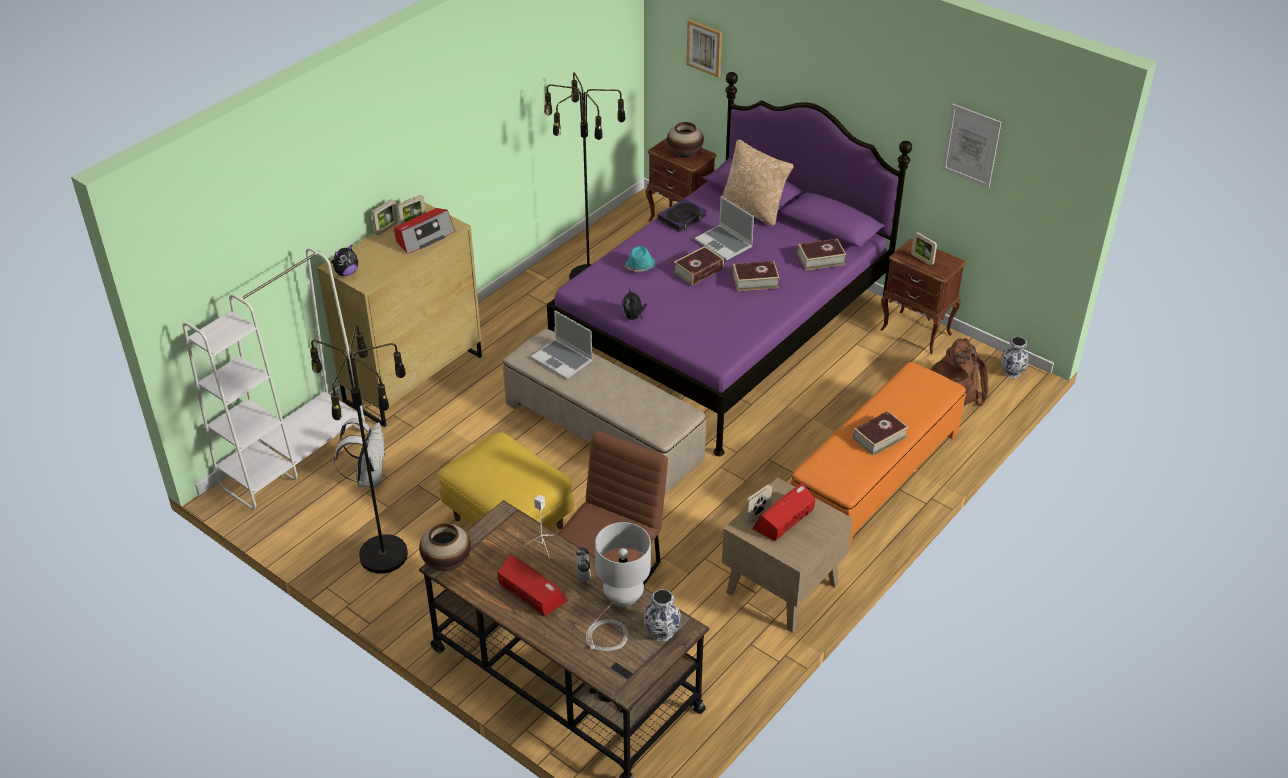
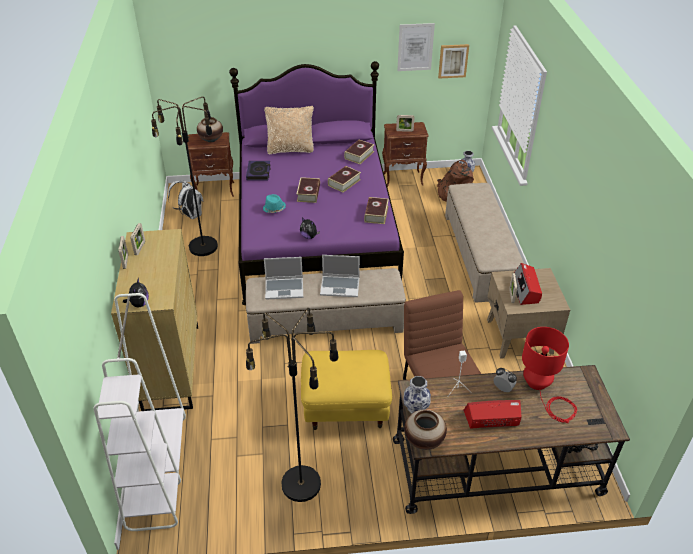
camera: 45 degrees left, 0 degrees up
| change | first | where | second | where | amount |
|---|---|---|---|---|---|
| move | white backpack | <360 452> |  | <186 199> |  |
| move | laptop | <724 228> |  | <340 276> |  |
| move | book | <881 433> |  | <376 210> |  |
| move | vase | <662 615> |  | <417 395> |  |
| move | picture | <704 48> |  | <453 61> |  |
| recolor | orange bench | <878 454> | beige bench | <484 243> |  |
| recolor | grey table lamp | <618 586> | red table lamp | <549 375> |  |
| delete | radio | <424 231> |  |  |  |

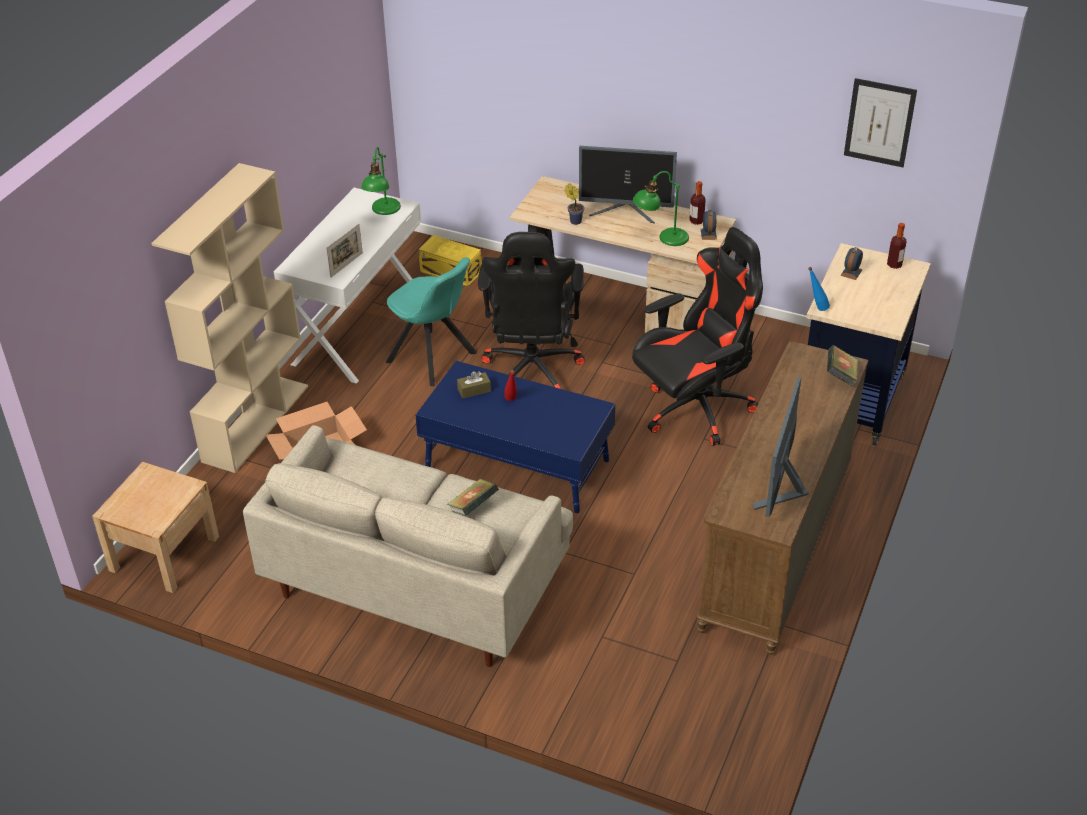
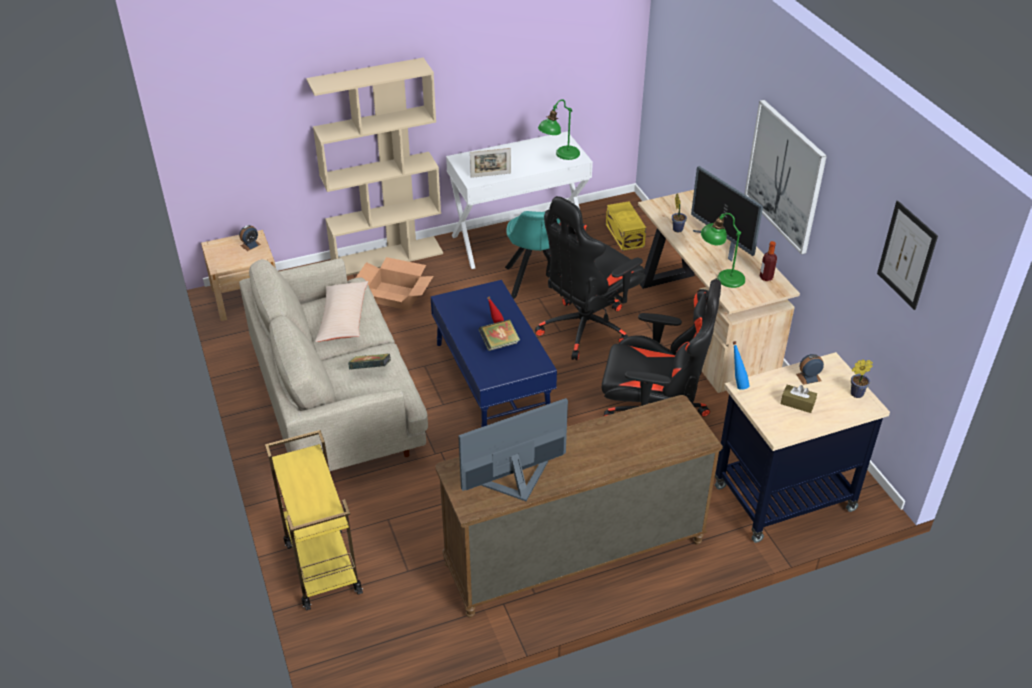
camera: 45 degrees right, 0 degrees up
| change | first | where | second | where | amount |
|---|---|---|---|---|---|
| move | alarm clock | <709 225> |  | <250 238> |  |
| insert |  |  | yellow cart | <314 520> |  |
| insert |  |  | beige pillow | <341 311> |  |
| move | book | <842 366> |  | <499 335> |  |
| insert |  |  | picture | <786 177> |  |
| move | brown tissue box | <474 385> |  | <799 399> |  |
| replace | bottle | <897 246> | potted plant | <862 379> |  |

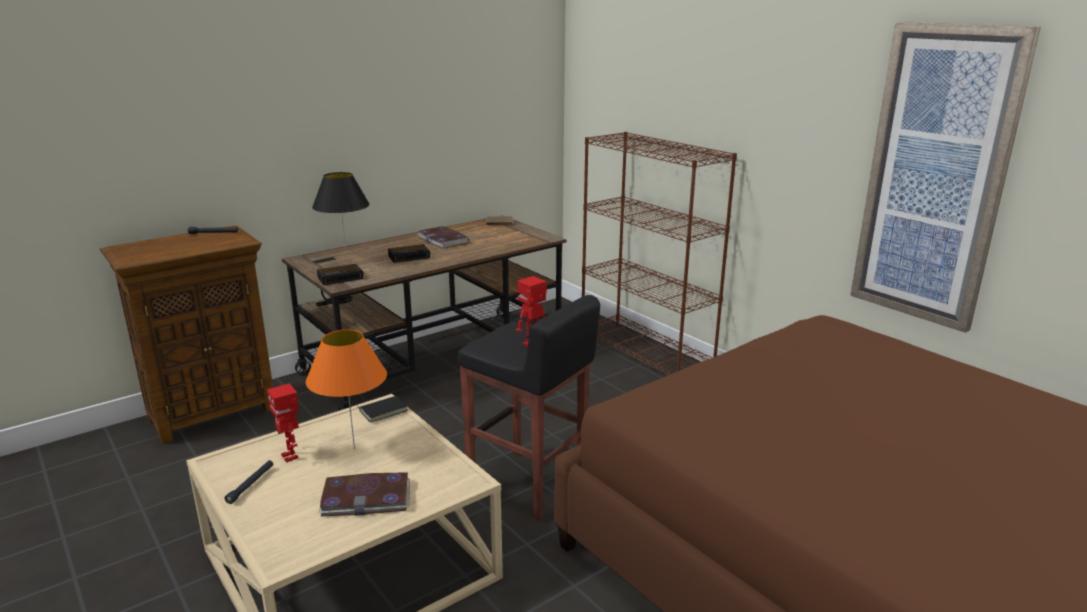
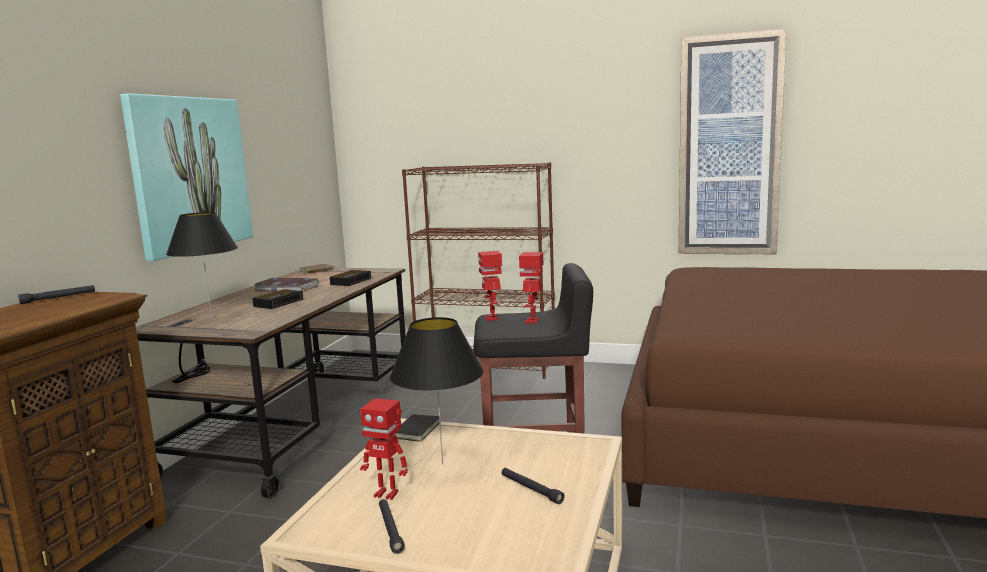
camera: 35 degrees left, 10 degrees down
| change | first | where | second | where | amount |
|---|---|---|---|---|---|
| insert |  |  | picture | <186 177> |  |
| move | alarm clock | <340 274> |  | <350 278> |  |
| recolor | orange table lamp | <346 389> | black table lamp | <437 390> |  |
| insert |  |  | toy robot | <490 286> |  |
| replace | book | <364 494> | black flashlight | <533 486> |  |

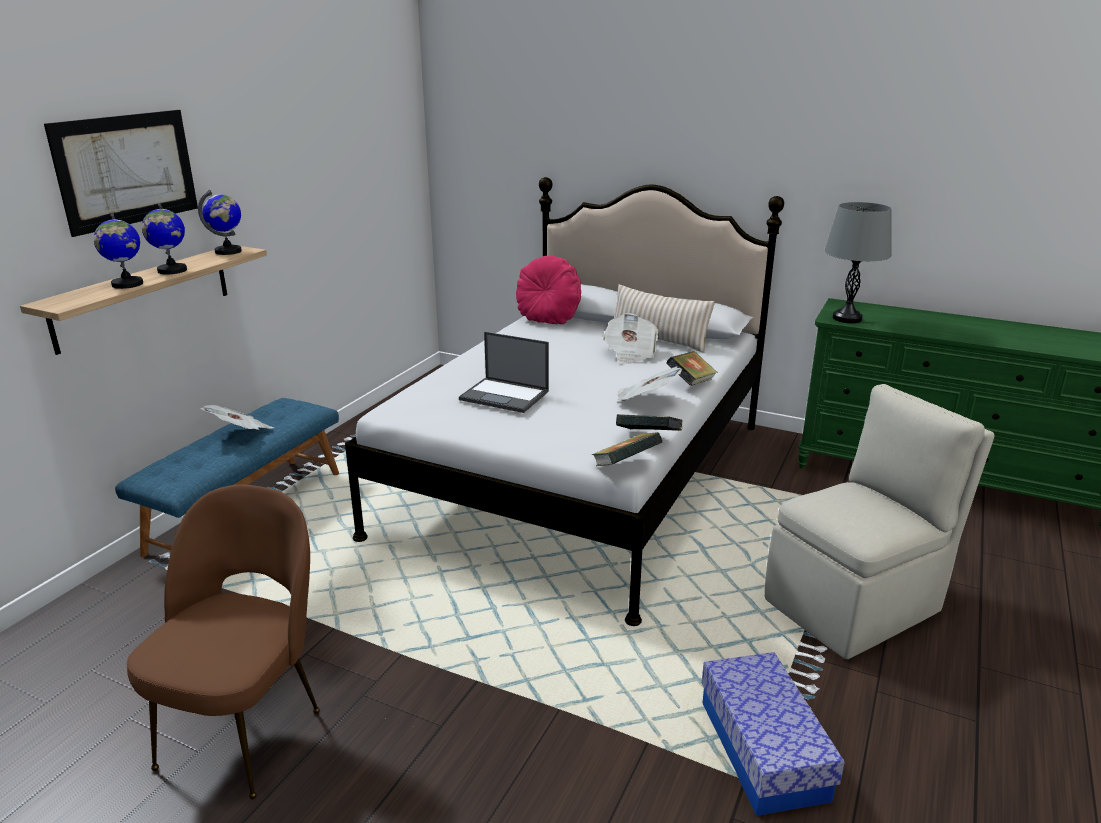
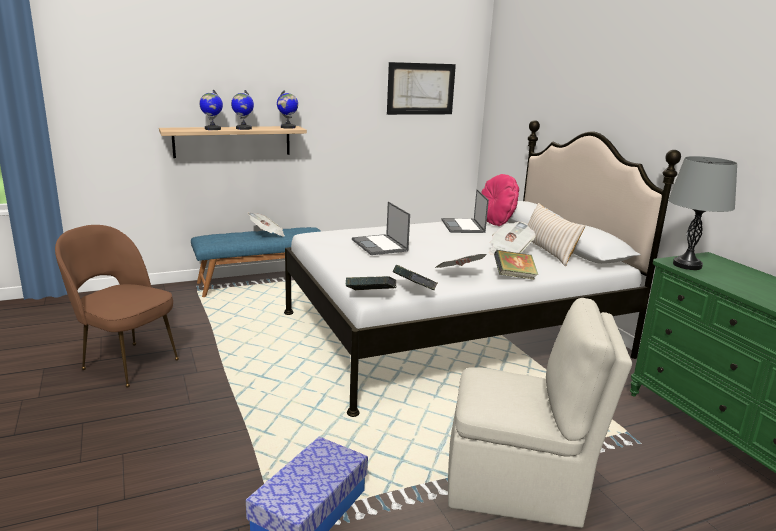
camera: 40 degrees right, 5 degrees down
| change | first | where | second | where | amount |
|---|---|---|---|---|---|
| rotate | brown chair | <223 641> |  | <117 306> | 120 degrees counterclockwise |
| move | picture | <121 173> |  | <421 88> |  |
| insert |  |  | laptop | <465 211> |  |

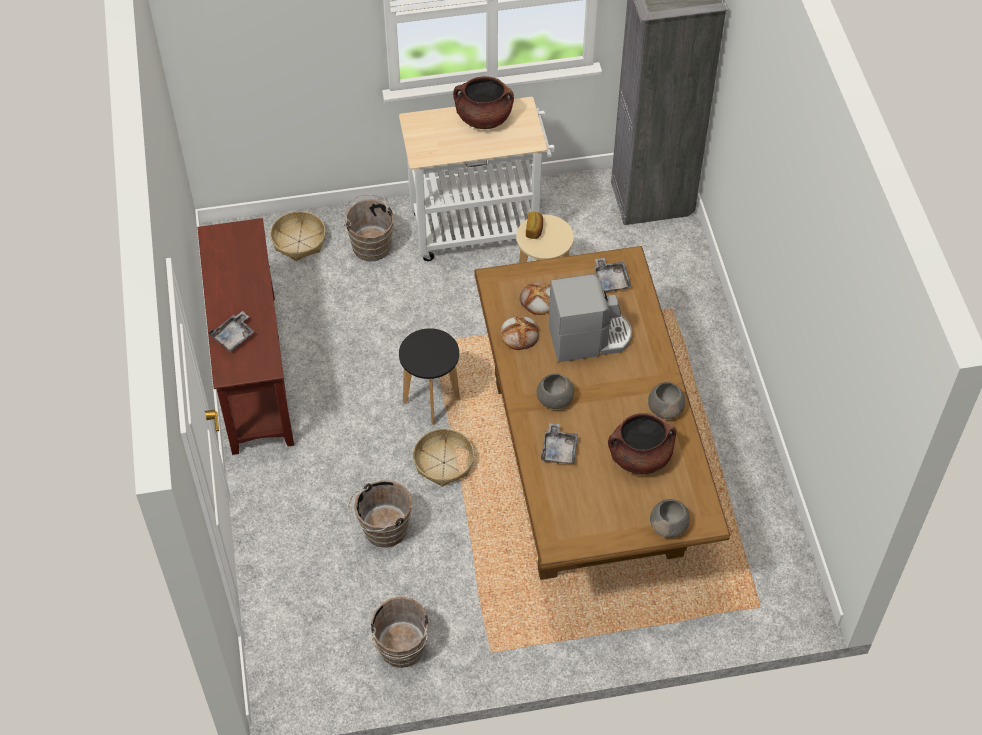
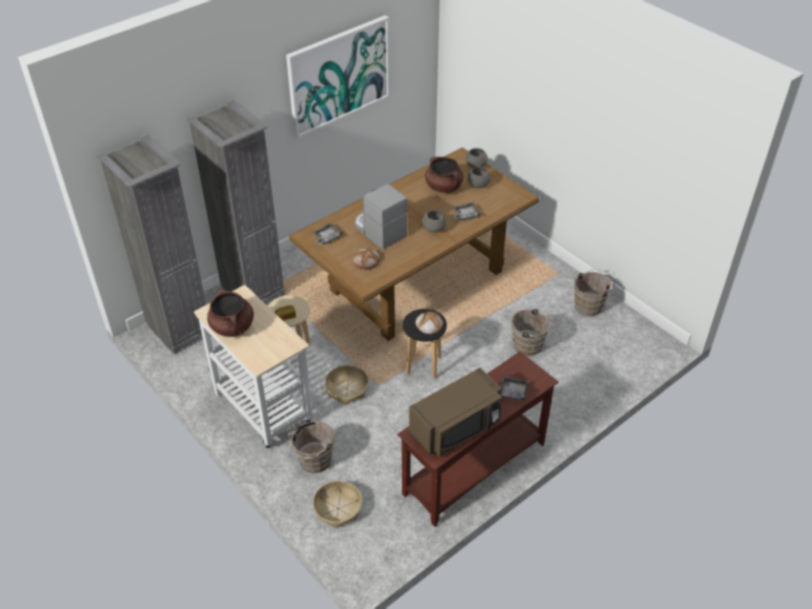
camera: 120 degrees left, 10 degrees down
| change | first | where | second | where | amount |
|---|---|---|---|---|---|
| insert |  |  | grey cabinet | <235 202> |  |
| insert |  |  | picture | <338 77> |  |
| move | basket | <443 457> |  | <347 385> |  |
| insert |  |  | brown microwave | <455 412> |  |
| move | bread | <520 333> |  | <429 323> |  |
| move | grey bowl | <666 400> |  | <479 177> |  |

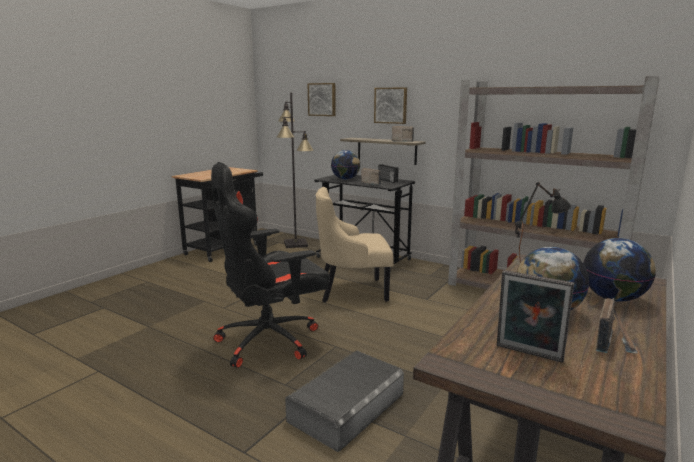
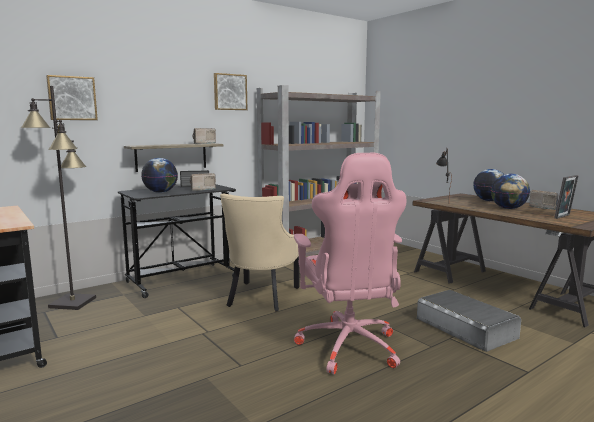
camera: 70 degrees left, 5 degrees down
| change | first | where | second | where | amount |
|---|---|---|---|---|---|
| move | picture | <390 105> |  | <230 91> |  |
| recolor | black office chair | <270 265> | pink office chair | <350 264> |  |

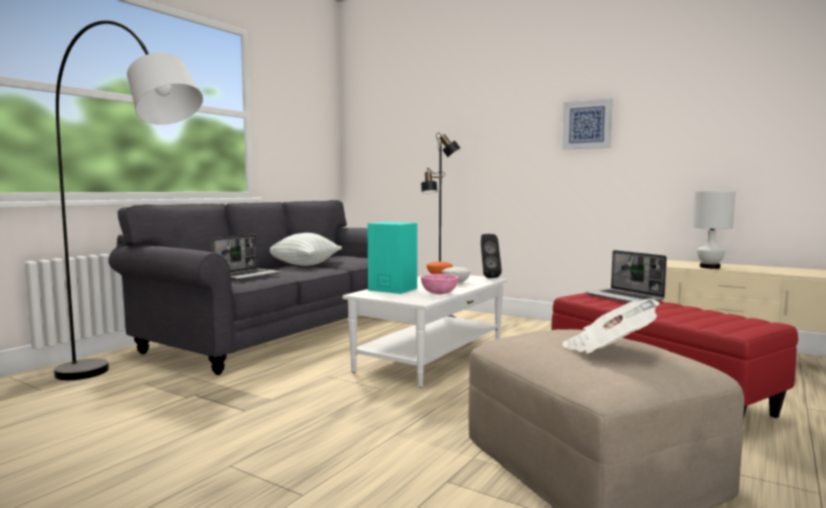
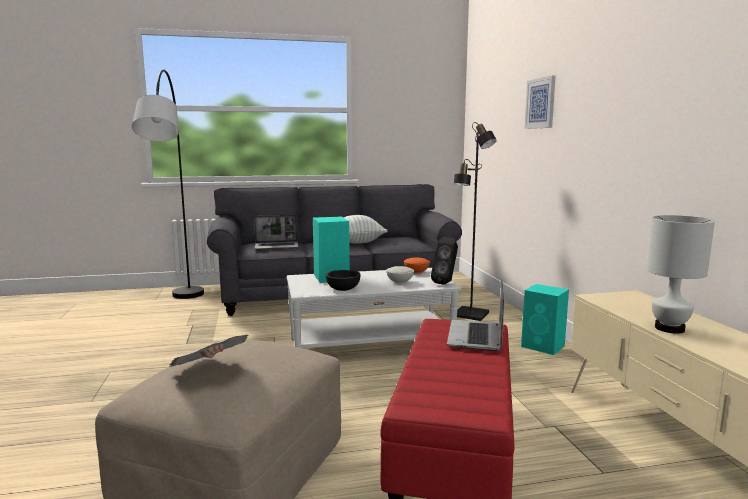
camera: 45 degrees right, 5 degrees up
| change | first | where | second | where | amount |
|---|---|---|---|---|---|
| recolor | pink bowl | <439 284> | black bowl | <343 280> |  |
| insert |  |  | turquoise speaker | <545 319> |  |
| move | picture | <587 124> |  | <540 102> |  |

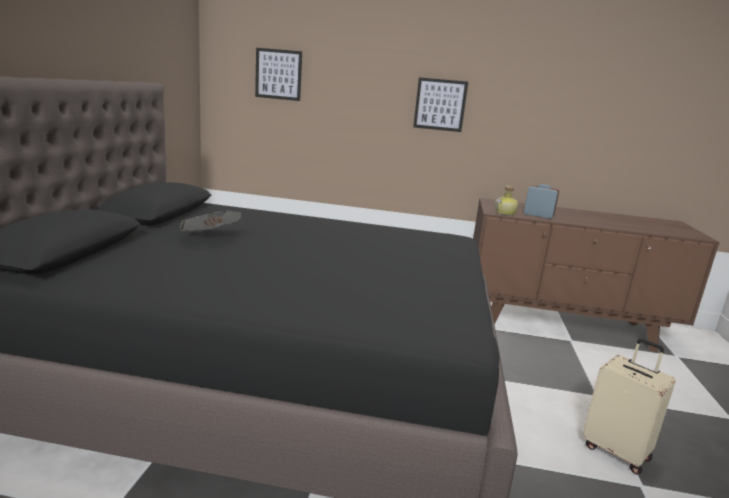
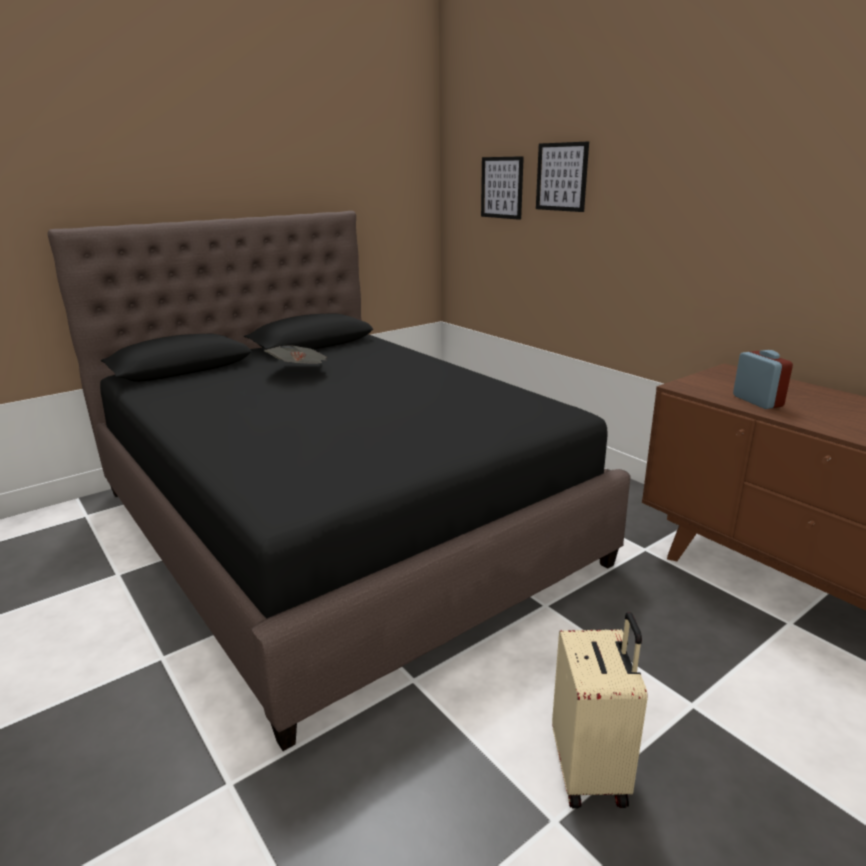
camera: 45 degrees right, 5 degrees up
| change | first | where | second | where | amount |
|---|---|---|---|---|---|
| move | picture | <440 104> |  | <562 176> |  |
| delete | bottle | <506 200> |  |  |  |

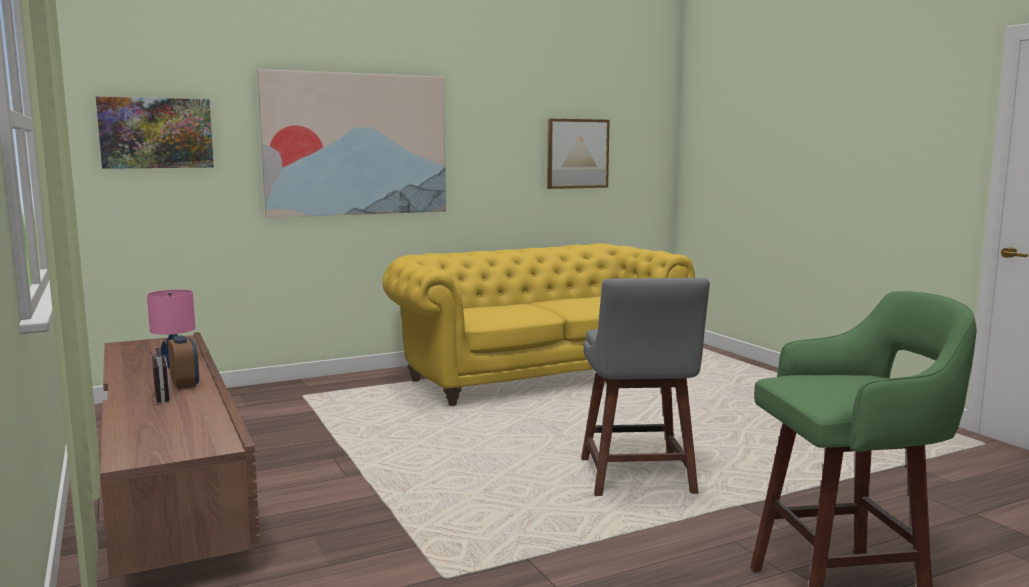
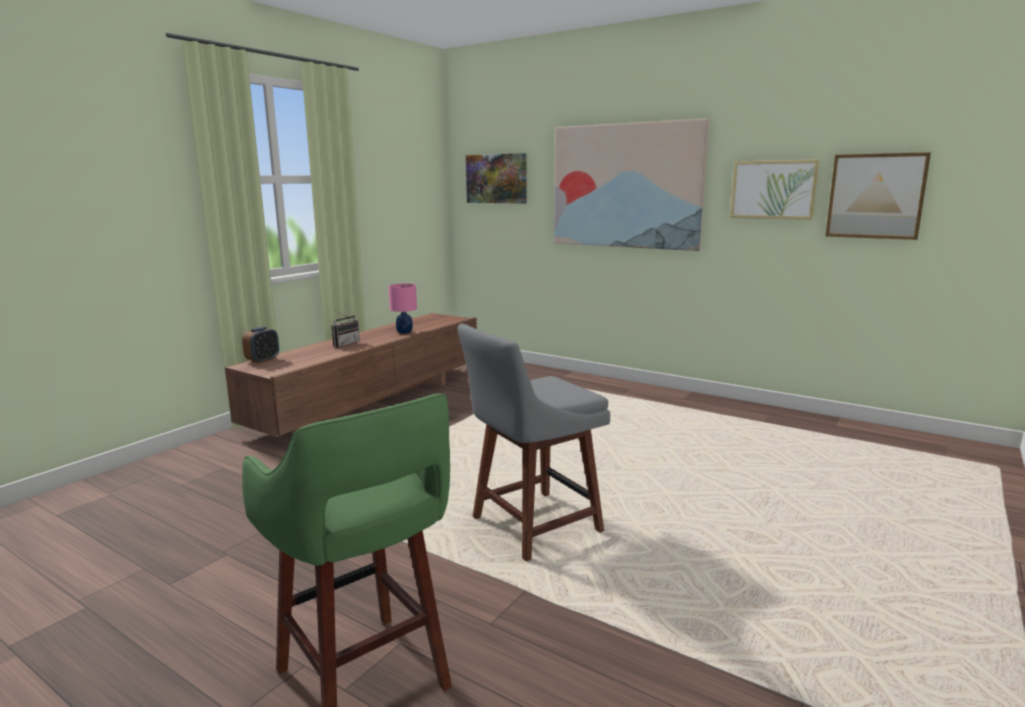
camera: 60 degrees right, 5 degrees up
| change | first | where | second | where | amount |
|---|---|---|---|---|---|
| move | alarm clock | <183 362> |  | <260 344> |  |
| insert |  |  | picture | <775 189> |  |
| delete | yellow sofa | <538 324> |  |  |  |

